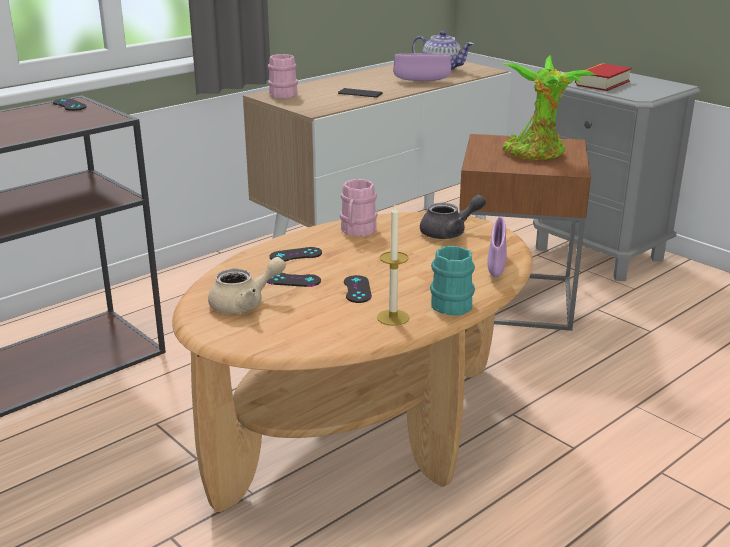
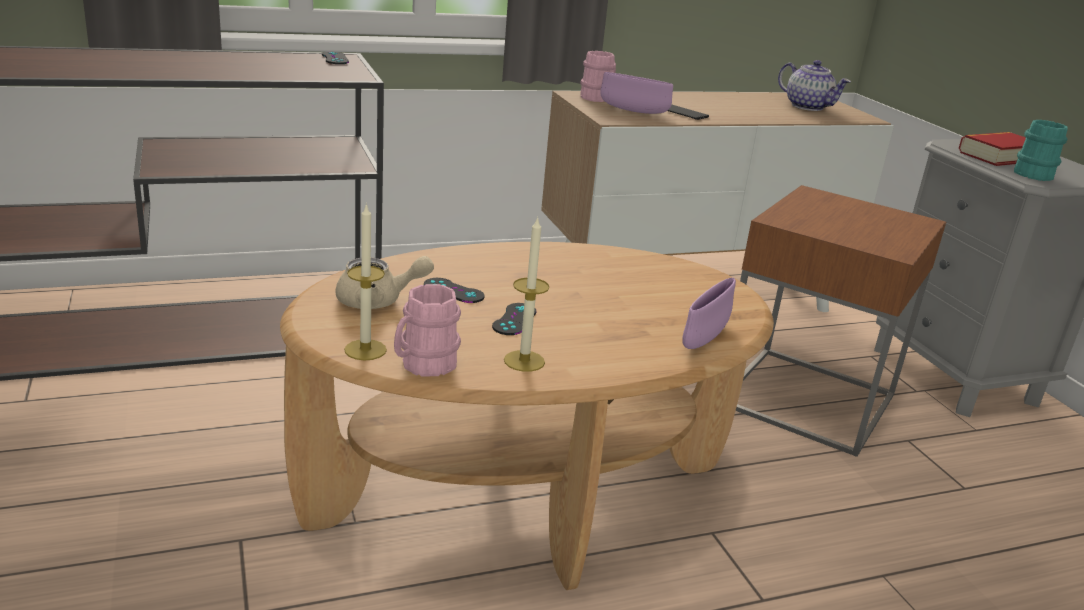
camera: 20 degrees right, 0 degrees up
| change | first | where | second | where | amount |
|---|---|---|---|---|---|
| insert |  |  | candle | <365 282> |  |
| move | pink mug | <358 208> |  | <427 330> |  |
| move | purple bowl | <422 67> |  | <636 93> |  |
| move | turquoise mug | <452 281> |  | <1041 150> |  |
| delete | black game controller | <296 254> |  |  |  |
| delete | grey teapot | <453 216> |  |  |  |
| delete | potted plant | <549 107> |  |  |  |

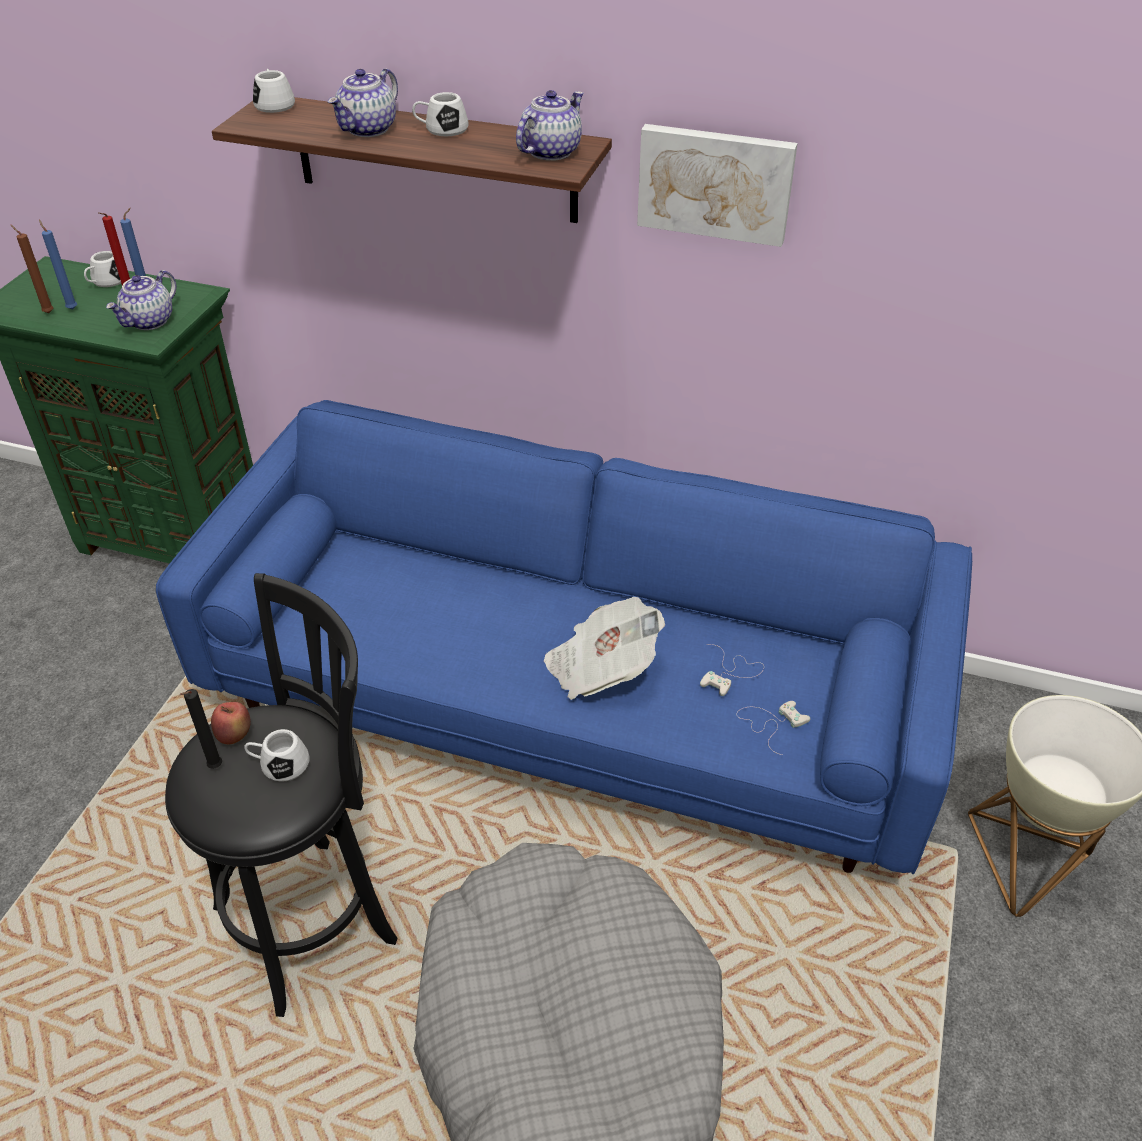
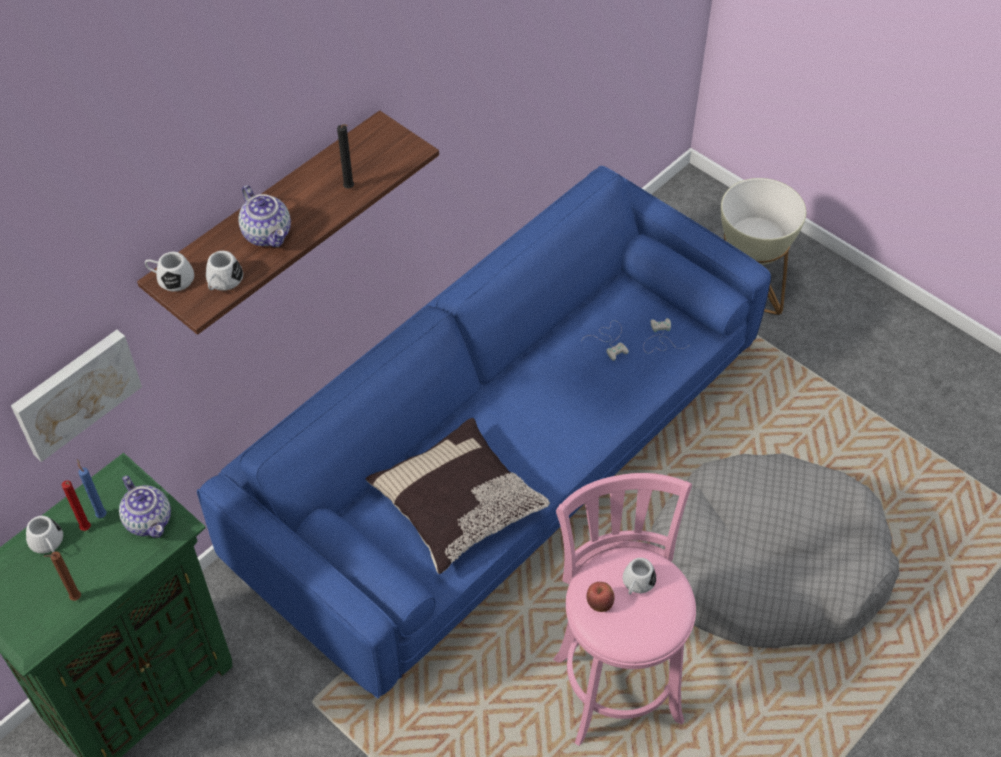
camera: 65 degrees left, 10 degrees up
| change | first | where | second | where | amount |
|---|---|---|---|---|---|
| move | picture | <717 185> |  | <76 396> |  |
| move | white mug | <440 114> |  | <224 271> |  |
| move | black candle | <200 729> |  | <345 156> |  |
| insert |  |  | pillow | <458 496> |  |
| recolor | black stool | <281 795> | pink stool | <624 609> |  |
| delete | blue candle | <58 265> |  |  |  |
| delete | teapot | <549 125> |  |  |  |
| delete | newspaper | <604 648> |  |  |  |

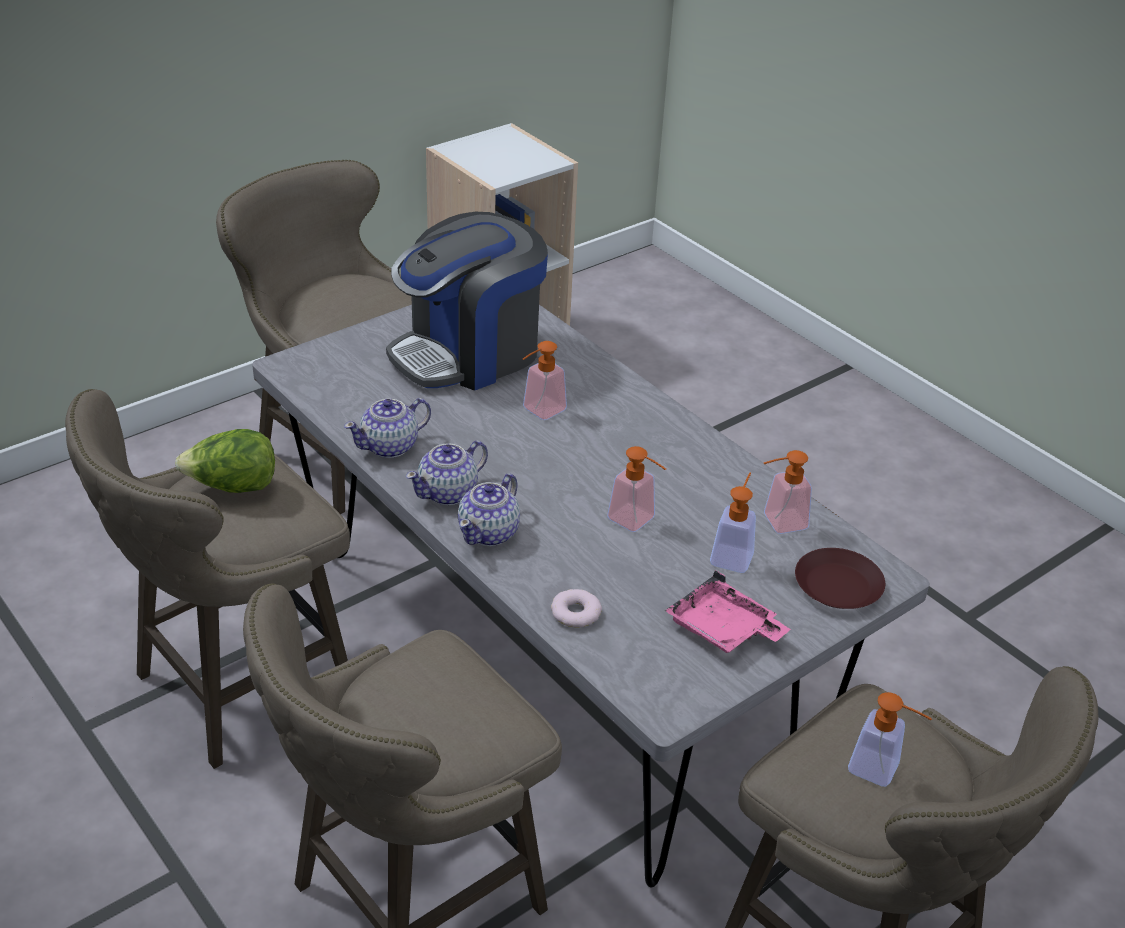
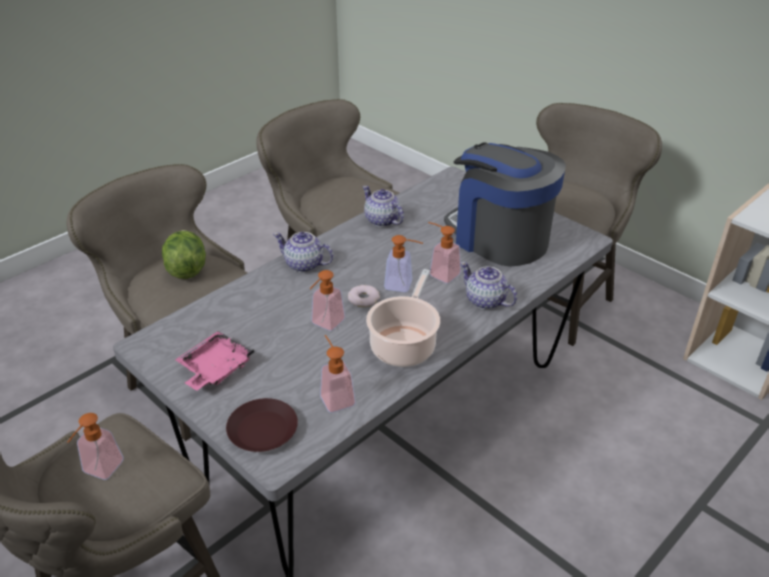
camera: 85 degrees right, 0 degrees up
| change | first | where | second | where | amount |
|---|---|---|---|---|---|
| move | lettuce | <225 461> |  | <184 254> |  |
| move | donut | <576 608> |  | <364 296> |  |
| insert |  |  | cooking pot | <403 318> |  |
| move | soap dispenser | <733 523> |  | <403 263> |  |
| move | teapot | <447 473> |  | <488 285> |  |

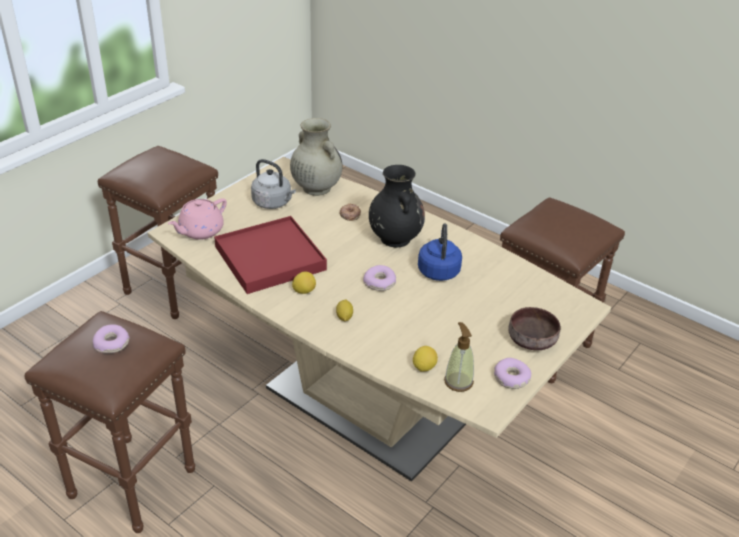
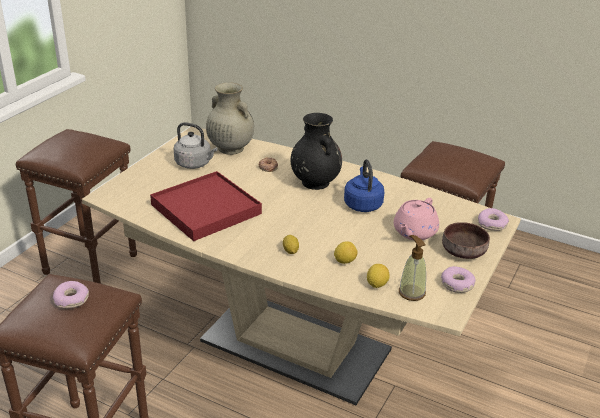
camera: 10 degrees left, 5 degrees down
| change | first | where | second | where | amount |
|---|---|---|---|---|---|
| move | lemon | <304 283> |  | <346 252> |  |
| move | pink teapot | <197 219> |  | <416 219> |  |
| move | donut | <379 278> |  | <493 219> |  |

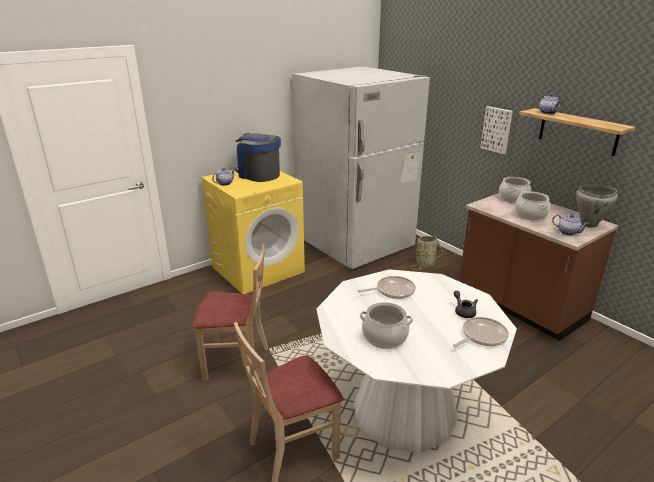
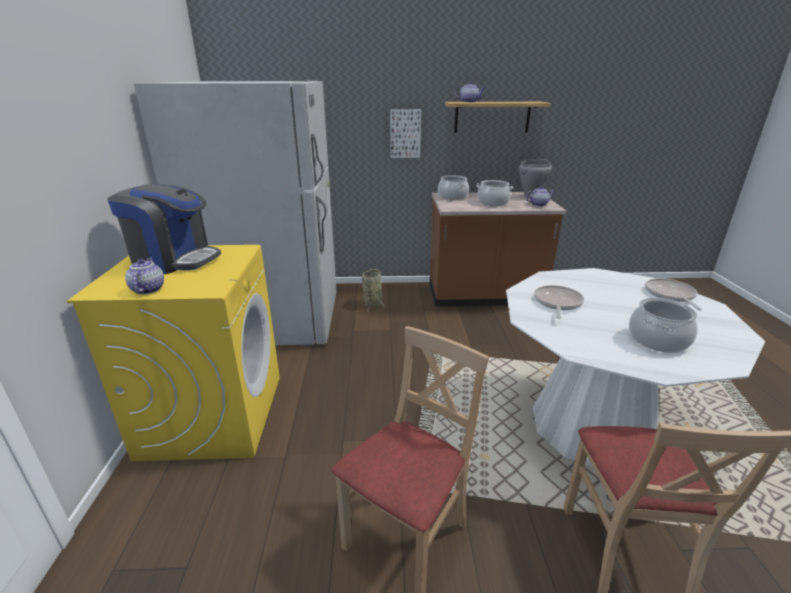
camera: 55 degrees left, 0 degrees up
| change | first | where | second | where | amount |
|---|---|---|---|---|---|
| rotate | coffee machine | <258 157> |  | <164 229> | 150 degrees counterclockwise |
| delete | grey teapot | <466 304> |  |  |  |

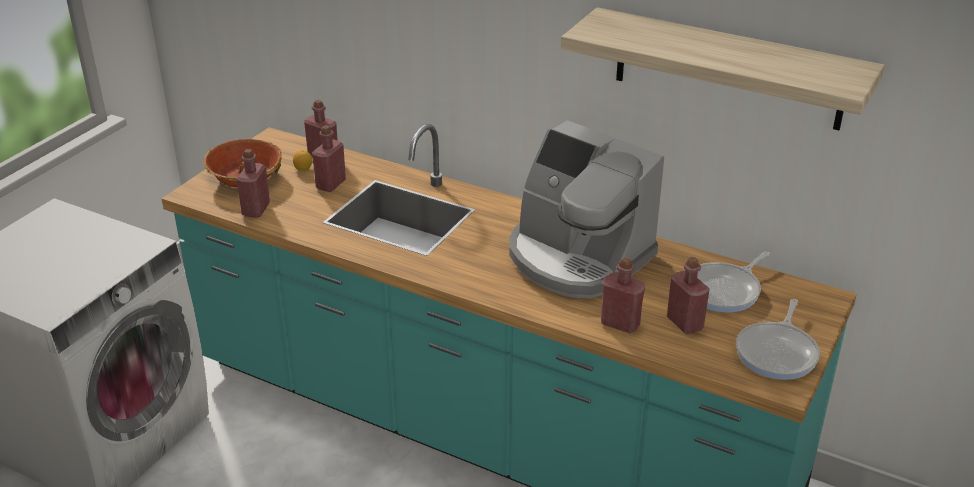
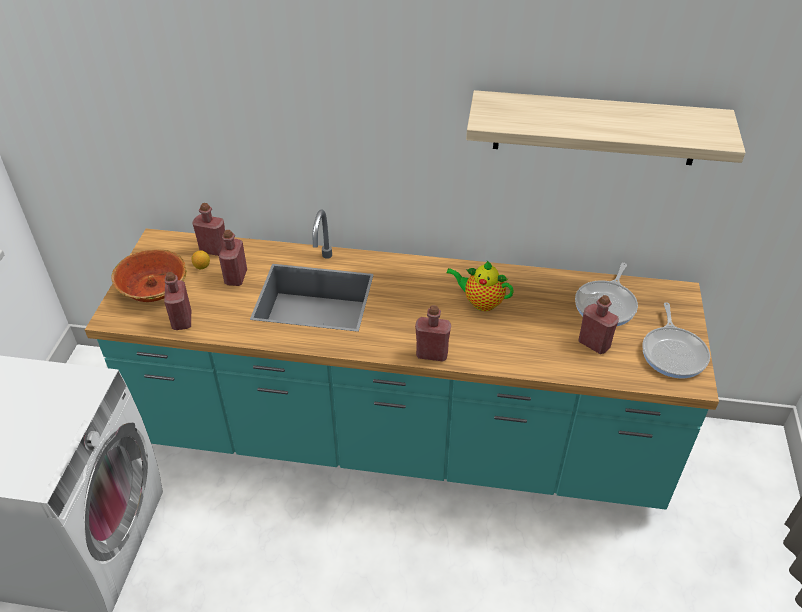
camera: 20 degrees left, 10 degrees up
| change | first | where | second | where | amount |
|---|---|---|---|---|---|
| move | red bottle | <623 295> |  | <433 333> |  |
| replace | coffee machine | <586 209> | teapot | <480 286> |  |

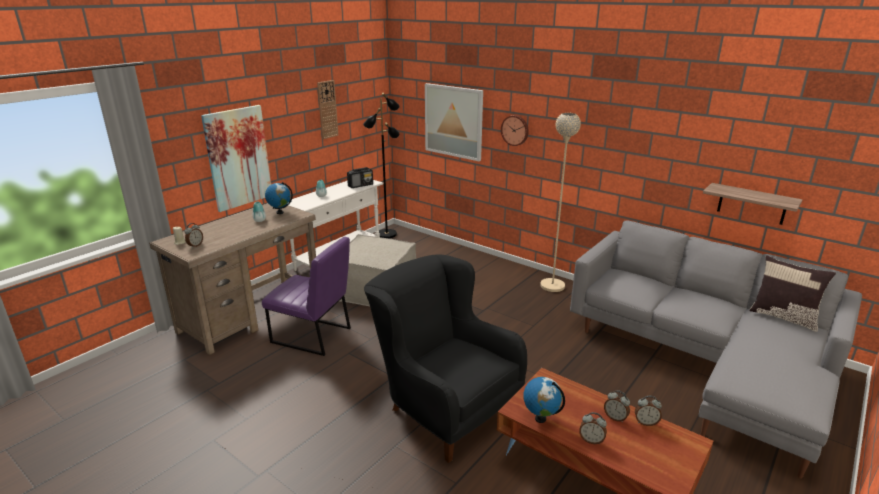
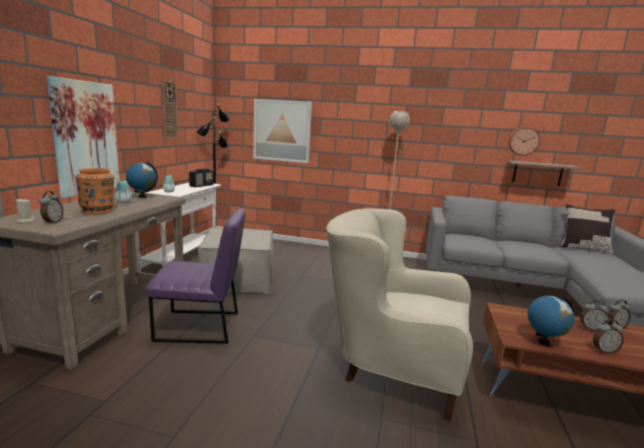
camera: 25 degrees left, 10 degrees down
| change | first | where | second | where | amount |
|---|---|---|---|---|---|
| insert |  |  | orange vase | <95 191> |  |
| recolor | black armchair | <445 358> | beige armchair | <399 314> |  |
| move | wall clock | <515 130> |  | <524 141> |  |

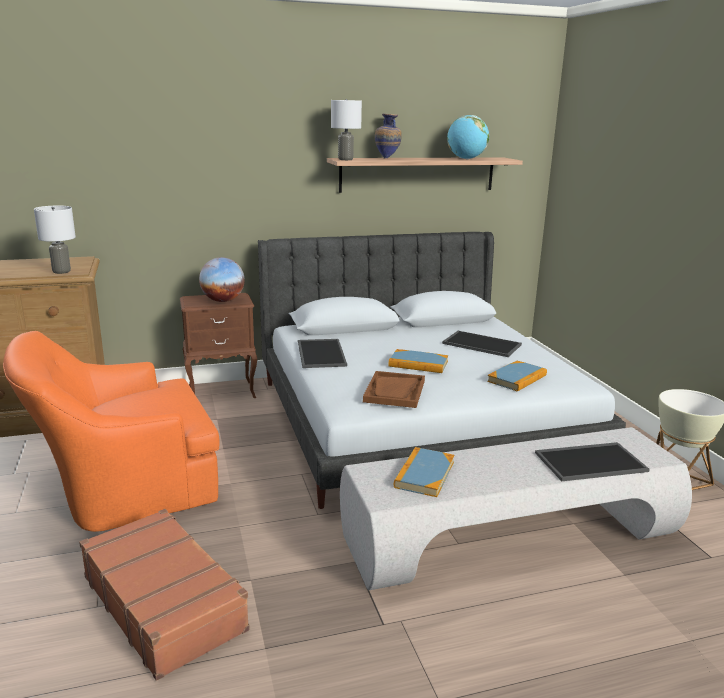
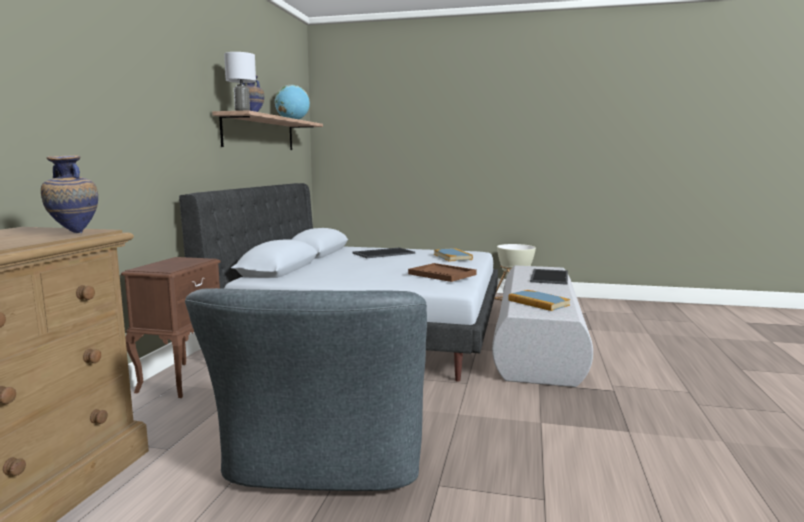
camera: 60 degrees left, 10 degrees down
| change | first | where | second | where | amount |
|---|---|---|---|---|---|
| replace | white table lamp | <55 240> | vase | <69 194> |  |
| recolor | orange armchair | <111 431> | grey armchair | <306 389> |  |
| delete | brown suitcase | <164 595> |  |  |  |
| delete | globe | <222 279> |  |  |  |
| delete | tray | <322 353> |  |  |  |
| delete | book | <418 361> |  |  |  |

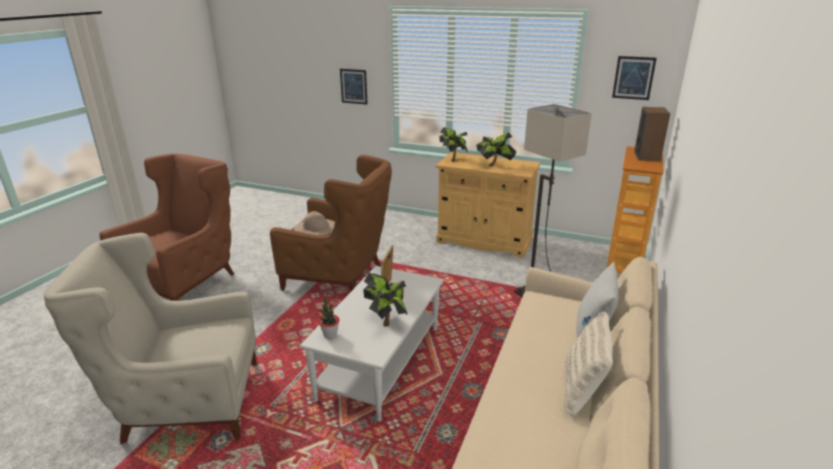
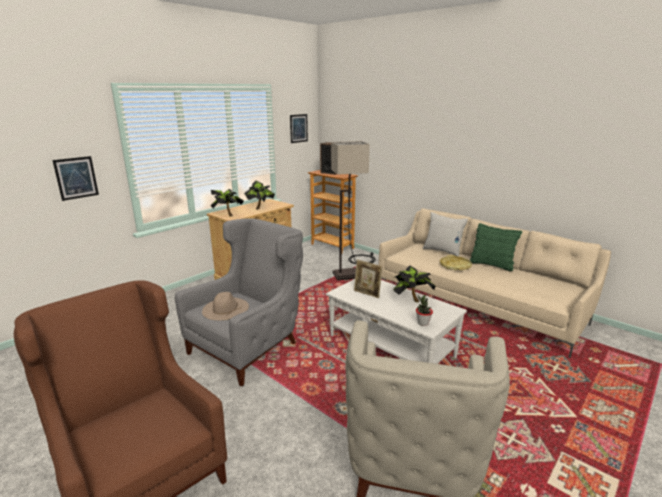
camera: 70 degrees left, 5 degrees down
| change | first | where | second | where | amount |
|---|---|---|---|---|---|
| recolor | brown armchair | <331 223> | grey armchair | <239 302> |  |
| insert |  |  | yellow tray | <456 262> |  |
| recolor | beige pillow | <588 364> | green pillow | <496 247> |  |

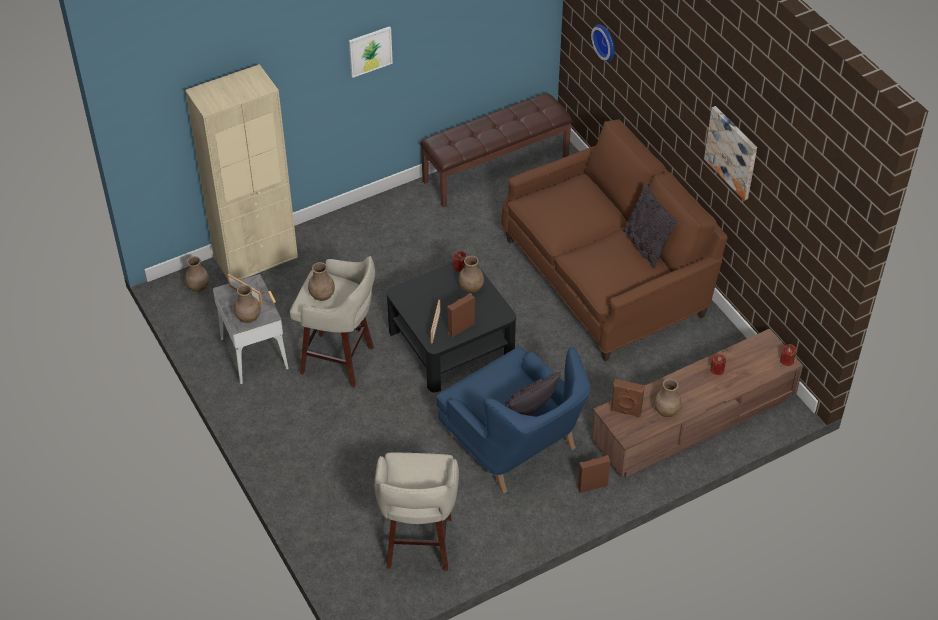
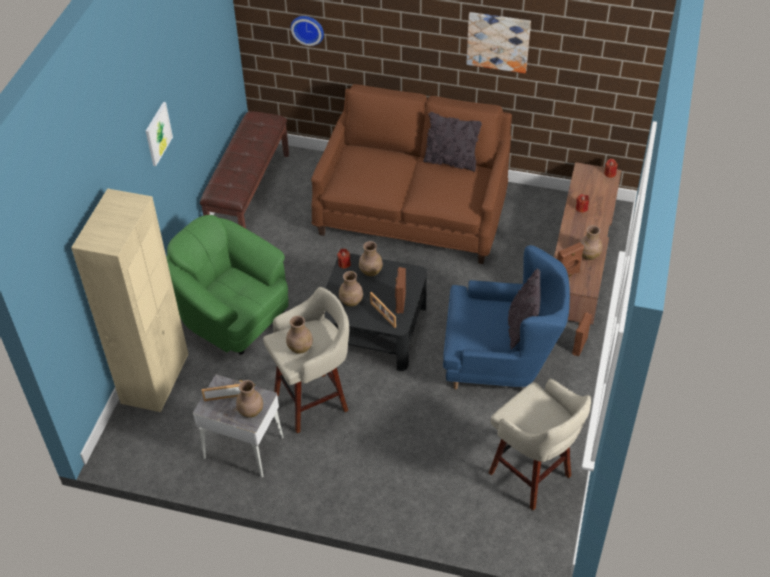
camera: 45 degrees left, 0 degrees up
| change | first | where | second | where | amount |
|---|---|---|---|---|---|
| insert |  |  | green armchair | <227 285> |  |
| move | brown vase | <197 274> |  | <351 288> |  |

